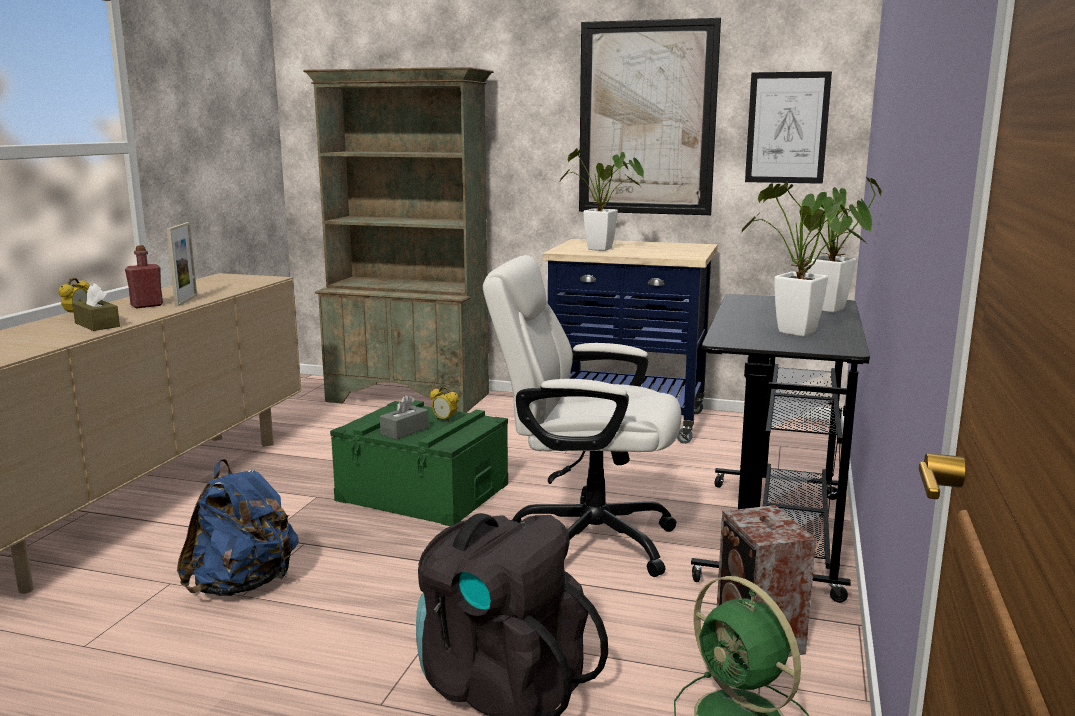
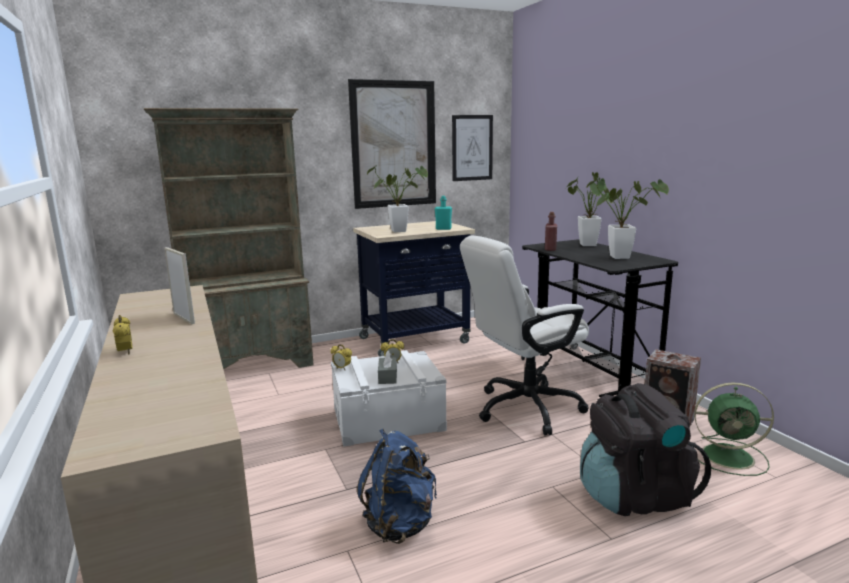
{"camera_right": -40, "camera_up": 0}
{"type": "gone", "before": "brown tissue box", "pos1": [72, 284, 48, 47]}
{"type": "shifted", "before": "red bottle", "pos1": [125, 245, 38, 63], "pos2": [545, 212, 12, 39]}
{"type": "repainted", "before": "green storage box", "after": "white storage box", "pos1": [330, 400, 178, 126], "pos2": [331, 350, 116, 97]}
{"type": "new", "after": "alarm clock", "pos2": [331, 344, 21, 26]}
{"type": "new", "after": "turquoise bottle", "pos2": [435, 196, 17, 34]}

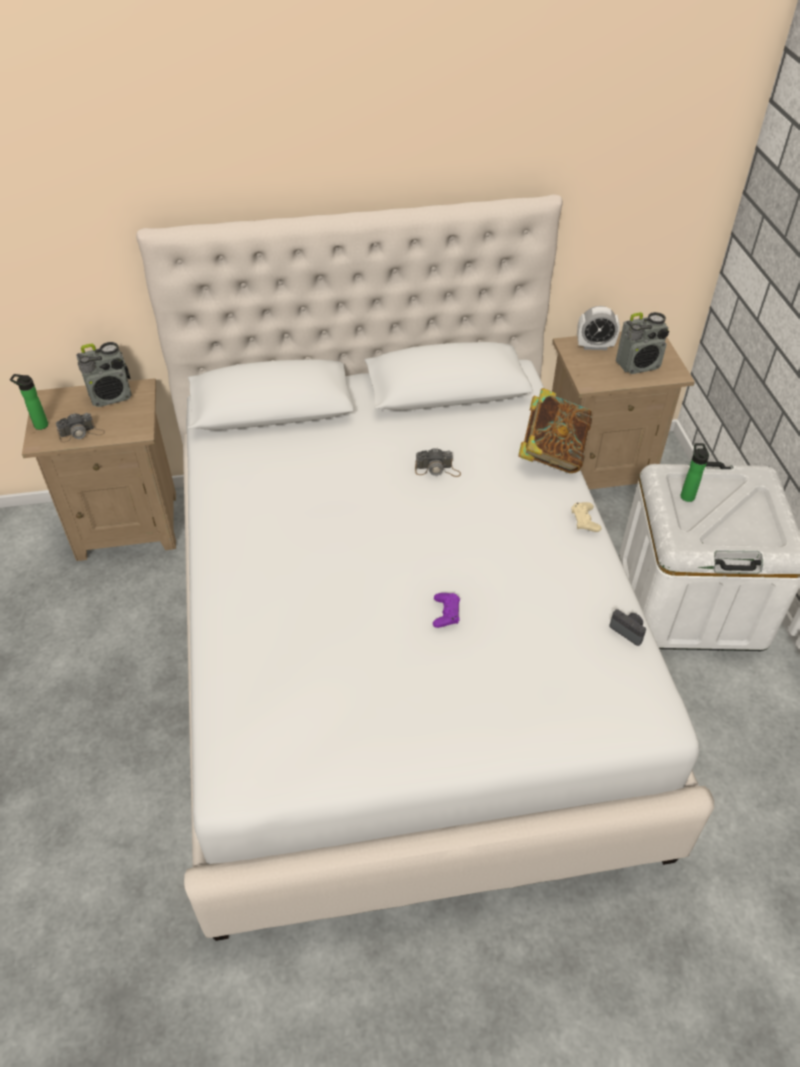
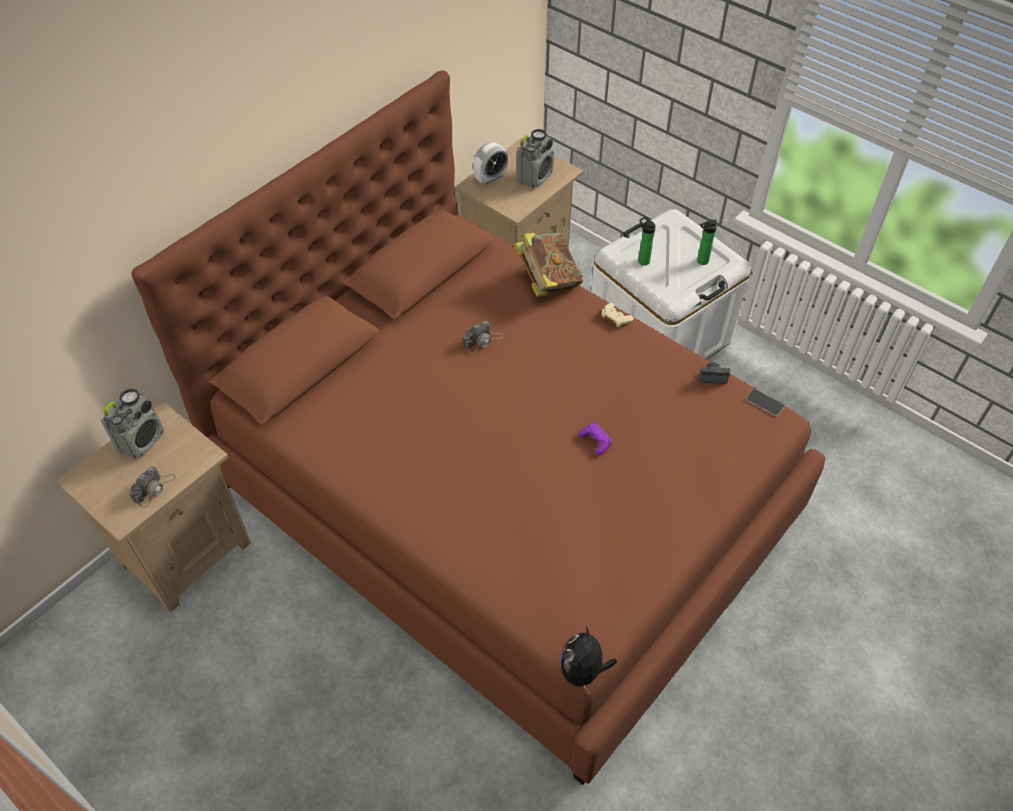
{"camera_right": -40, "camera_up": 5}
{"type": "shifted", "before": "bottle", "pos1": [10, 374, 38, 56], "pos2": [697, 220, 20, 45]}
{"type": "repainted", "before": "white bed", "after": "brown bed", "pos1": [136, 194, 578, 747], "pos2": [132, 71, 694, 714]}
{"type": "new", "after": "plush toy", "pos2": [560, 626, 57, 68]}
{"type": "new", "after": "phone", "pos2": [746, 389, 39, 27]}

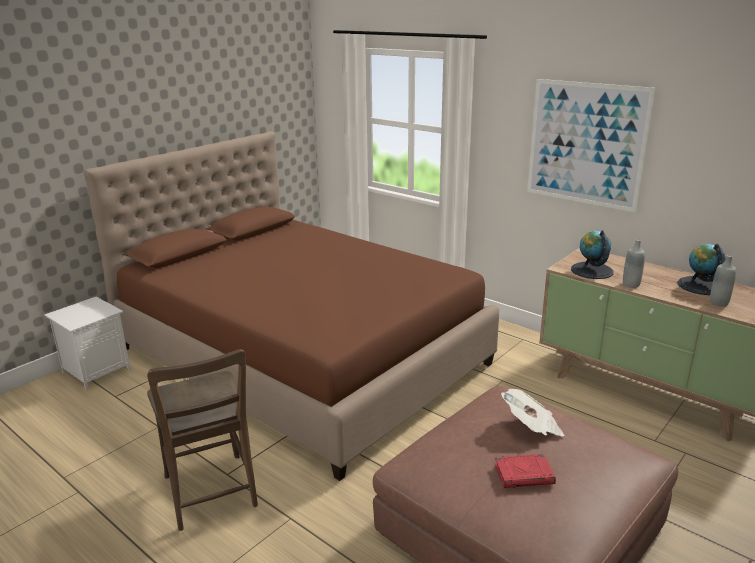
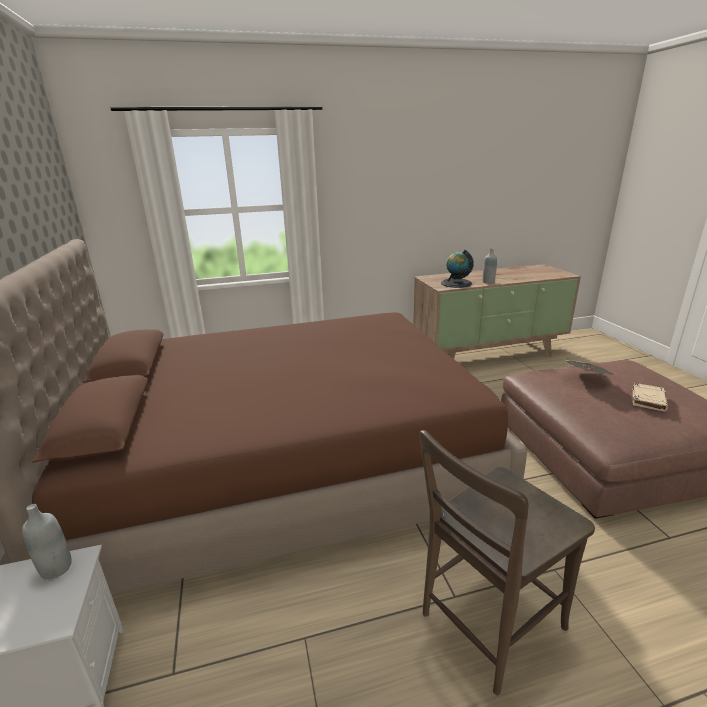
{"camera_right": -55, "camera_up": 0}
{"type": "rotated", "before": "brown chair", "pos1": [147, 349, 111, 182], "pos2": [419, 430, 176, 265], "turn": 135}
{"type": "repainted", "before": "red book", "after": "beige book", "pos1": [495, 454, 61, 34], "pos2": [632, 383, 36, 29]}
{"type": "gone", "before": "picture", "pos1": [527, 79, 128, 133]}
{"type": "gone", "before": "globe", "pos1": [677, 244, 49, 51]}
{"type": "shifted", "before": "grey bottle", "pos1": [710, 255, 26, 52], "pos2": [22, 504, 50, 75]}

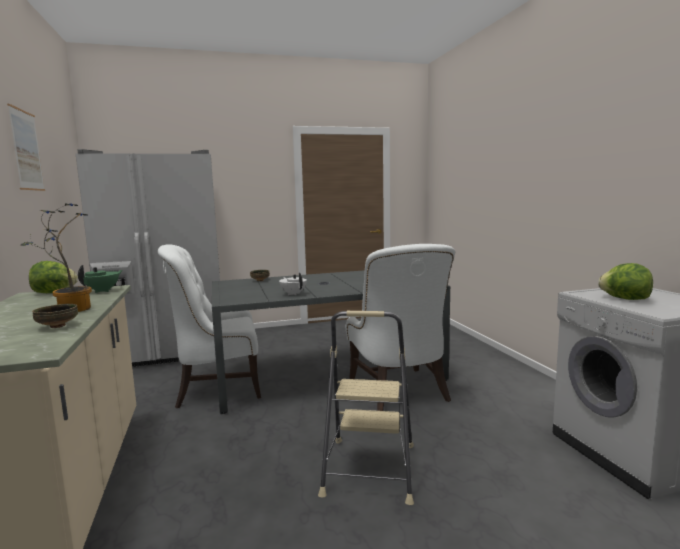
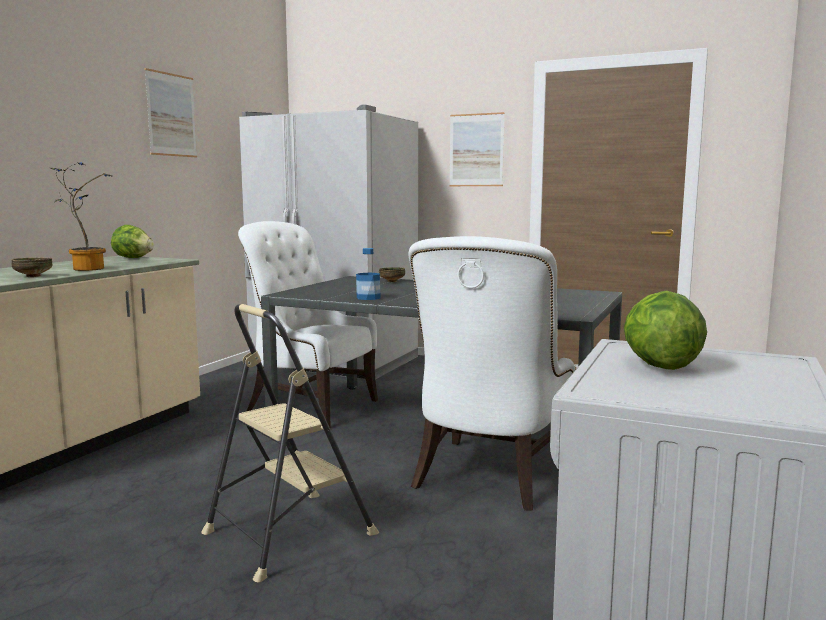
{"camera_right": 40, "camera_up": 0}
{"type": "gone", "before": "green teapot", "pos1": [78, 265, 45, 28]}
{"type": "swapped", "before": "white teapot", "after": "bottle", "pos1": [279, 272, 28, 23], "pos2": [356, 248, 25, 52]}
{"type": "new", "after": "picture", "pos2": [449, 112, 56, 74]}

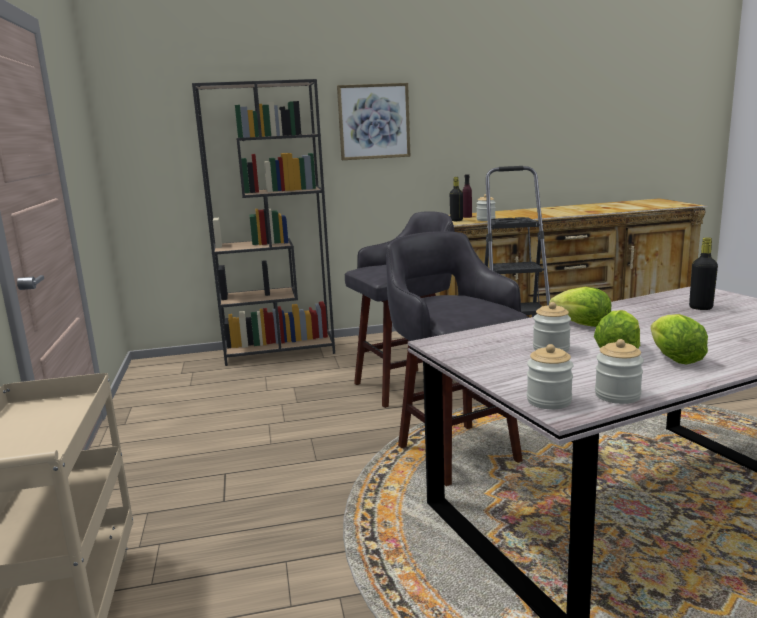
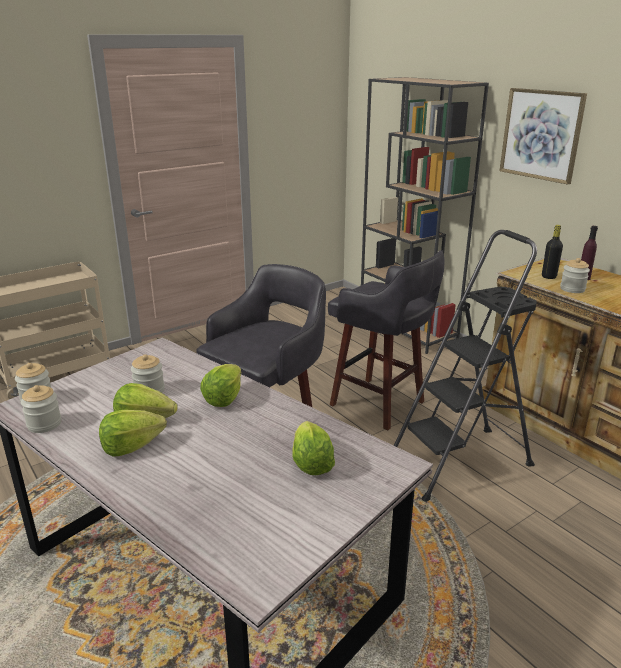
{"camera_right": 65, "camera_up": 10}
{"type": "swapped", "before": "black bottle", "after": "lettuce", "pos1": [689, 237, 29, 73], "pos2": [292, 421, 43, 54]}

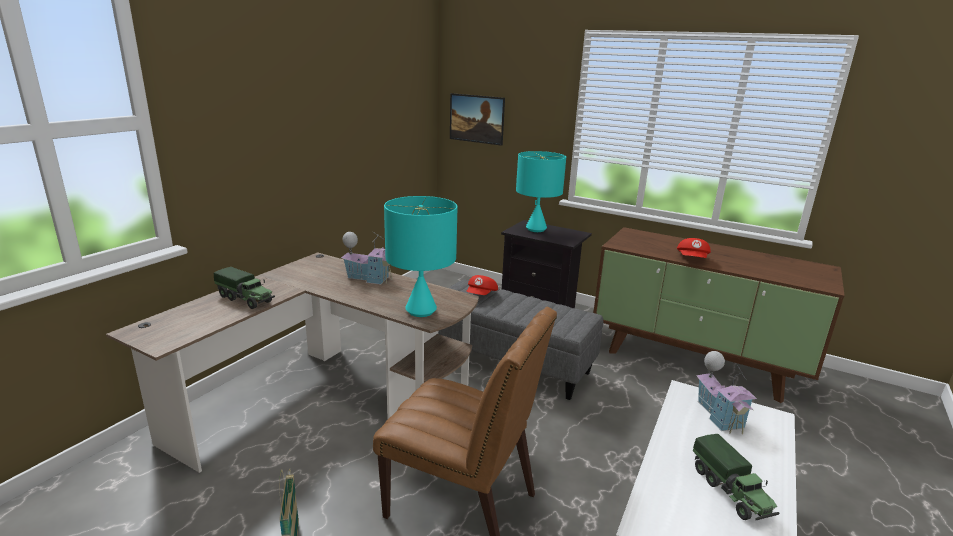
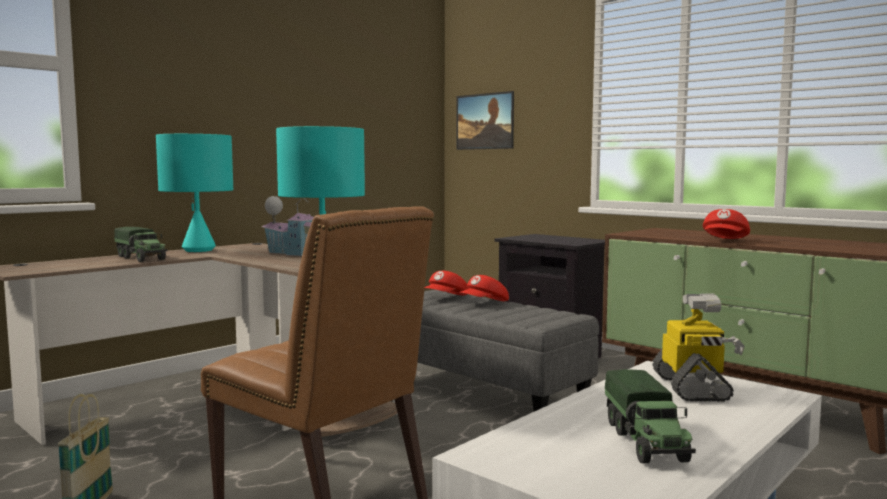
{"camera_right": 15, "camera_up": -15}
{"type": "shifted", "before": "turquoise table lamp", "pos1": [516, 151, 50, 81], "pos2": [156, 134, 77, 118]}
{"type": "swapped", "before": "toy house", "after": "toy robot", "pos1": [696, 351, 61, 83], "pos2": [653, 293, 92, 109]}
{"type": "new", "after": "red cap", "pos2": [459, 275, 50, 26]}

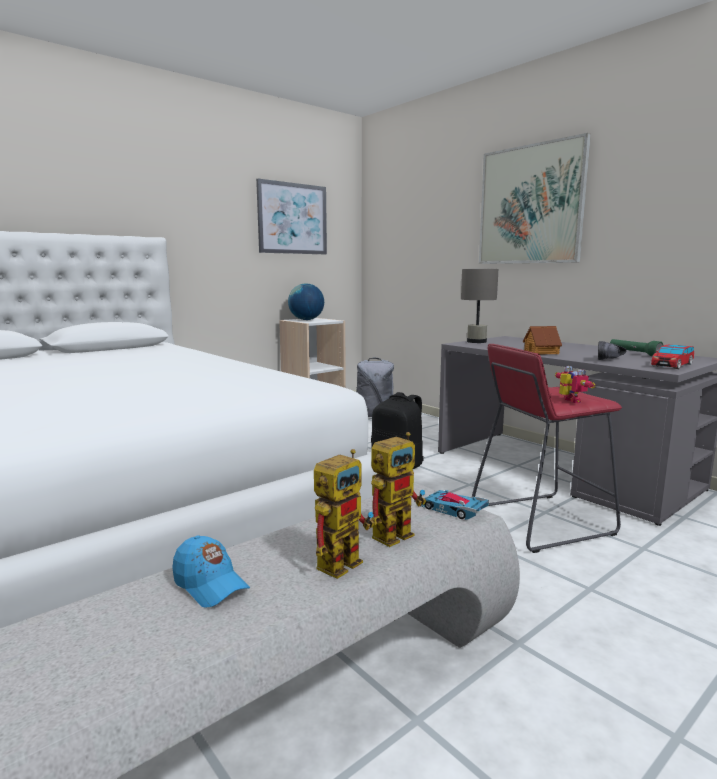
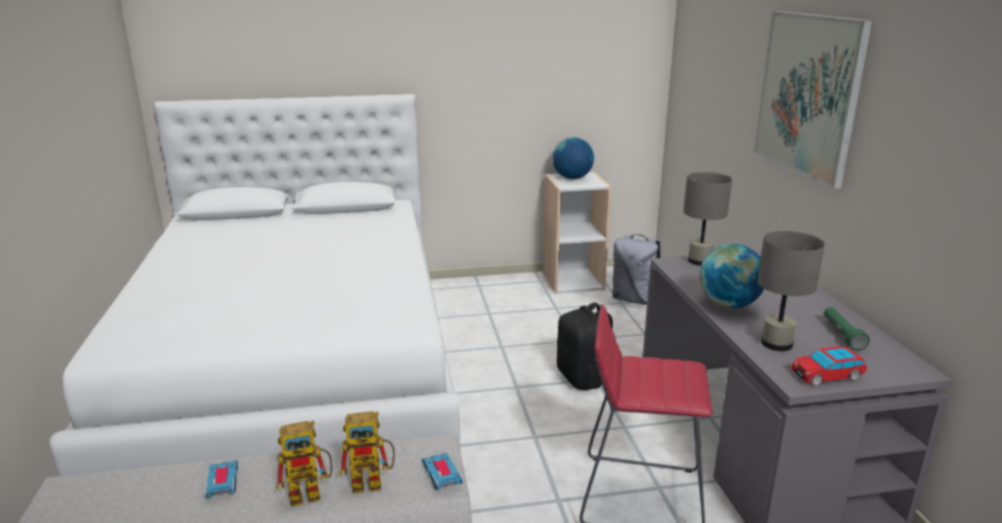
{"camera_right": 30, "camera_up": 10}
{"type": "swapped", "before": "blue cap", "after": "toy car", "pos1": [172, 536, 78, 72], "pos2": [205, 460, 33, 38]}
{"type": "gone", "before": "picture", "pos1": [256, 179, 71, 75]}
{"type": "swapped", "before": "toy house", "after": "globe", "pos1": [523, 326, 39, 28], "pos2": [699, 244, 65, 64]}
{"type": "gone", "before": "toy robot", "pos1": [555, 366, 40, 37]}
{"type": "swapped", "before": "black shoe", "after": "grey table lamp", "pos1": [598, 341, 28, 19], "pos2": [758, 231, 67, 120]}

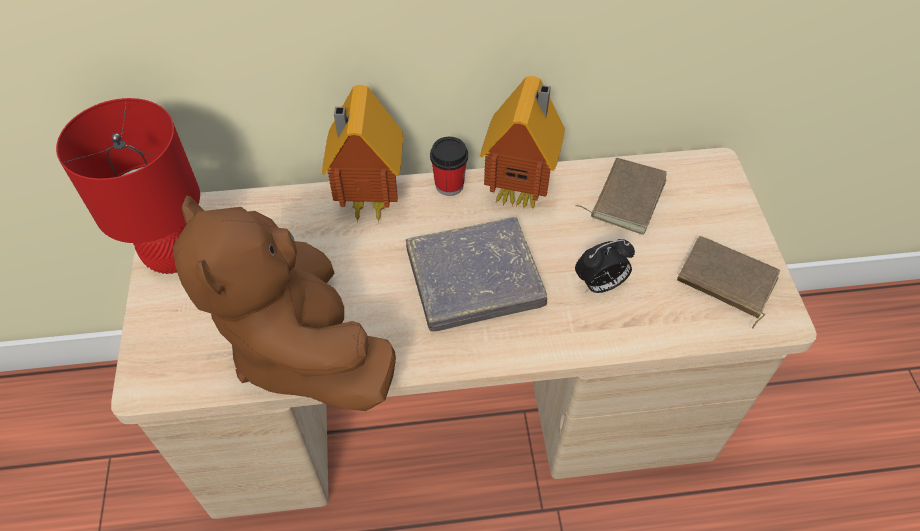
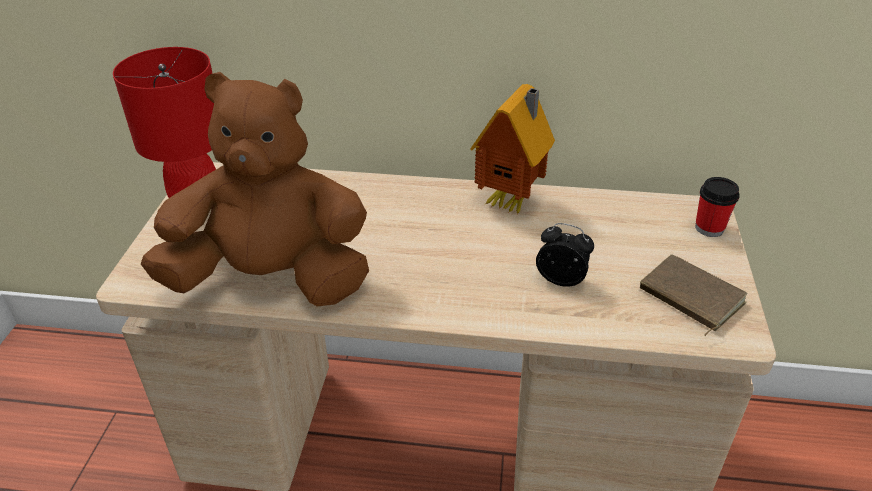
{"camera_right": 15, "camera_up": -15}
{"type": "rotated", "before": "brown plush toy", "pos1": [173, 196, 223, 215], "pos2": [141, 72, 228, 234], "turn": 105}
{"type": "gone", "before": "toy house", "pos1": [322, 85, 81, 139]}
{"type": "gone", "before": "grey book", "pos1": [406, 217, 141, 115]}
{"type": "shifted", "before": "cup", "pos1": [430, 137, 38, 59], "pos2": [695, 177, 45, 60]}
{"type": "gone", "before": "brown book", "pos1": [575, 158, 92, 77]}
{"type": "rotated", "before": "alarm clock", "pos1": [575, 239, 60, 54], "pos2": [536, 223, 58, 64], "turn": -150}

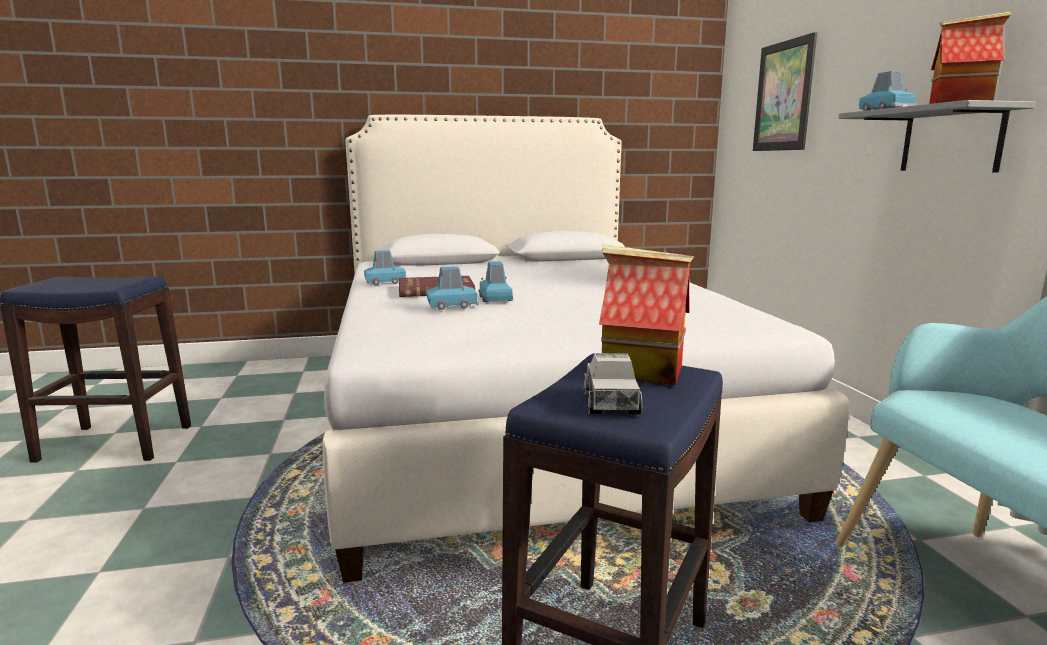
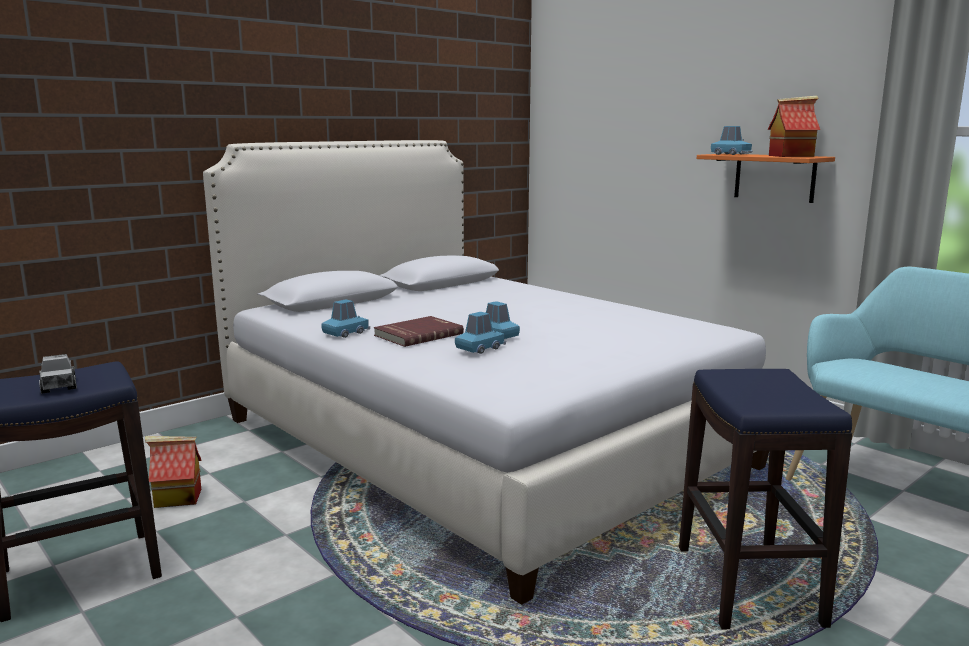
{"camera_right": -30, "camera_up": 0}
{"type": "shifted", "before": "toy truck", "pos1": [584, 353, 58, 61], "pos2": [39, 354, 38, 40]}
{"type": "shifted", "before": "toy house", "pos1": [599, 244, 95, 141], "pos2": [145, 436, 56, 72]}
{"type": "gone", "before": "picture", "pos1": [753, 32, 64, 119]}
{"type": "repainted", "before": "grey shelf", "after": "orange shelf", "pos1": [839, 100, 196, 73], "pos2": [697, 154, 138, 49]}

